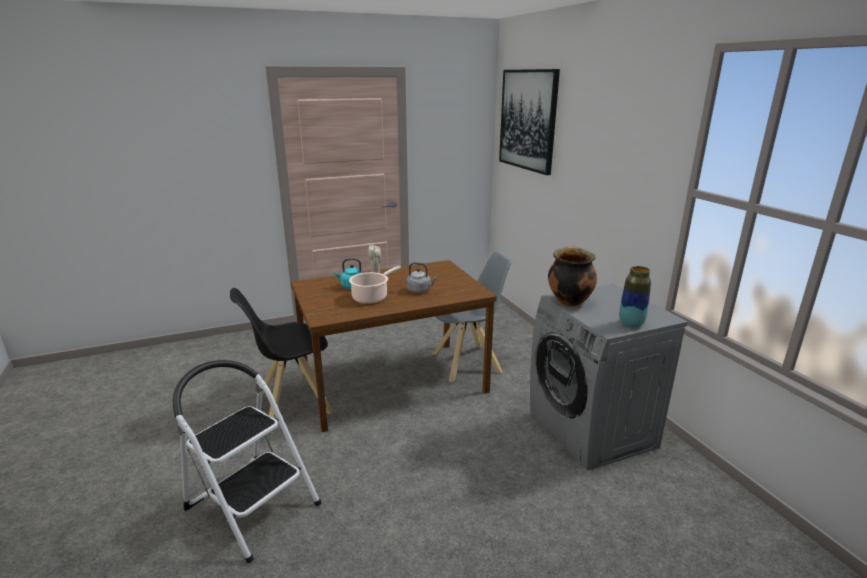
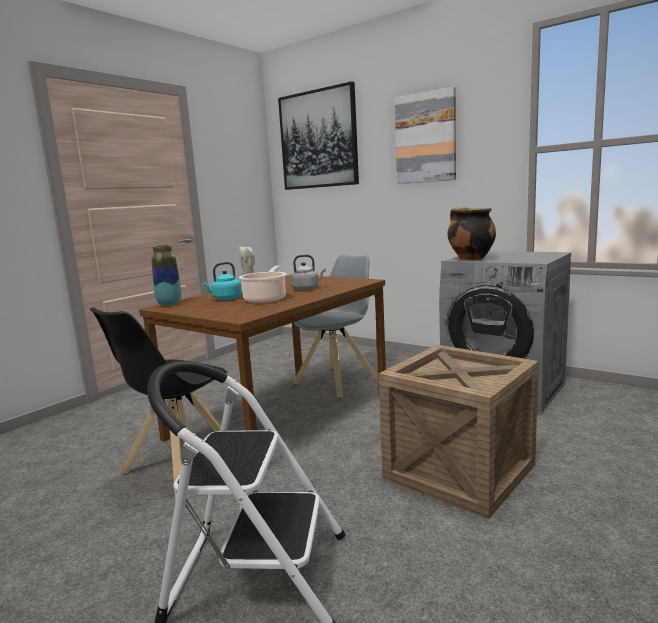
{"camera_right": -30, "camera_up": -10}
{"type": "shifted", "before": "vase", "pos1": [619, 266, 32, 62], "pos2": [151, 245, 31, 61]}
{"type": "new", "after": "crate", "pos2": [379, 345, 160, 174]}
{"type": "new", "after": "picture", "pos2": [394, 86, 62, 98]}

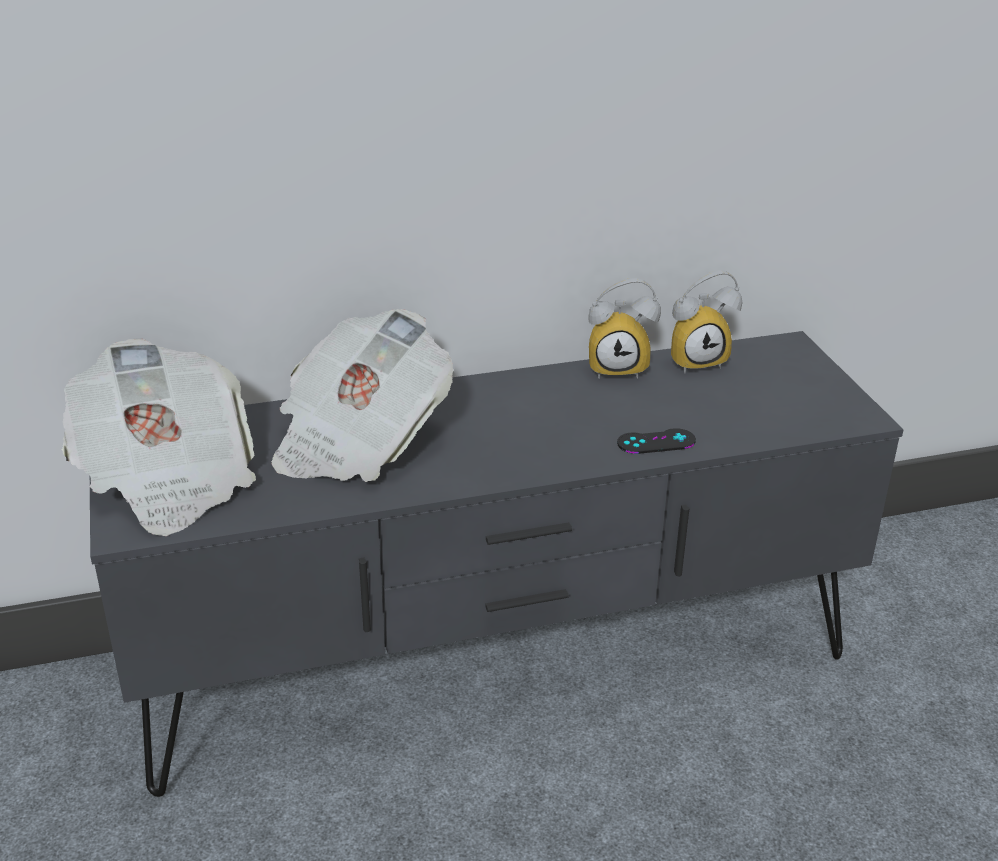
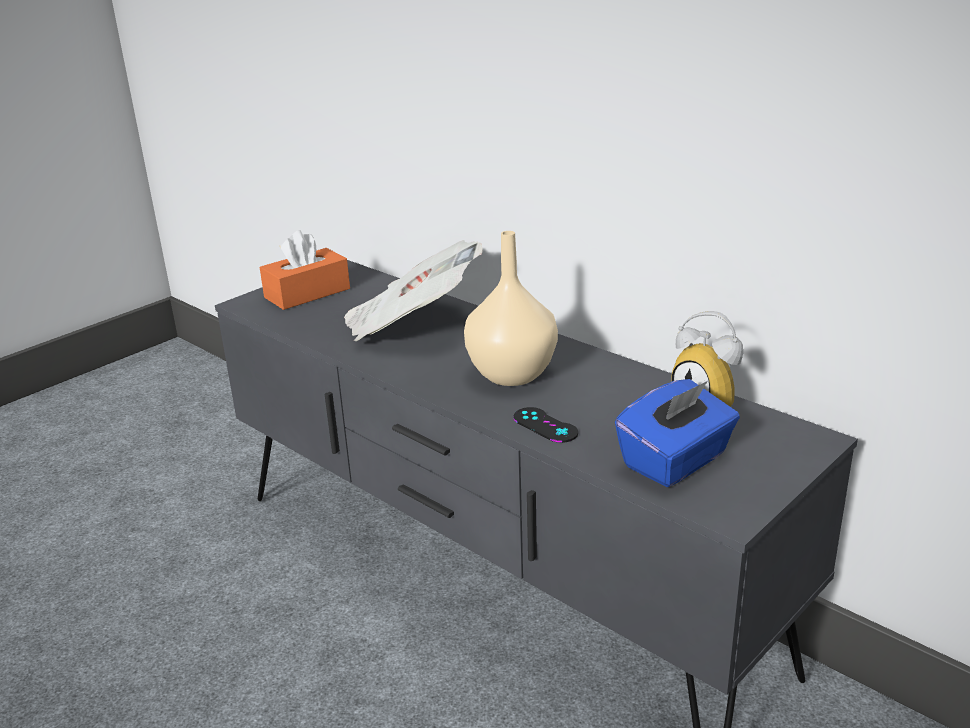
{"camera_right": 60, "camera_up": -5}
{"type": "swapped", "before": "newspaper", "after": "orange tissue box", "pos1": [62, 339, 194, 197], "pos2": [260, 230, 90, 80]}
{"type": "gone", "before": "alarm clock", "pos1": [588, 278, 73, 101]}
{"type": "new", "after": "beige vase", "pos2": [464, 231, 94, 155]}
{"type": "new", "after": "blue tissue box", "pos2": [615, 379, 125, 108]}

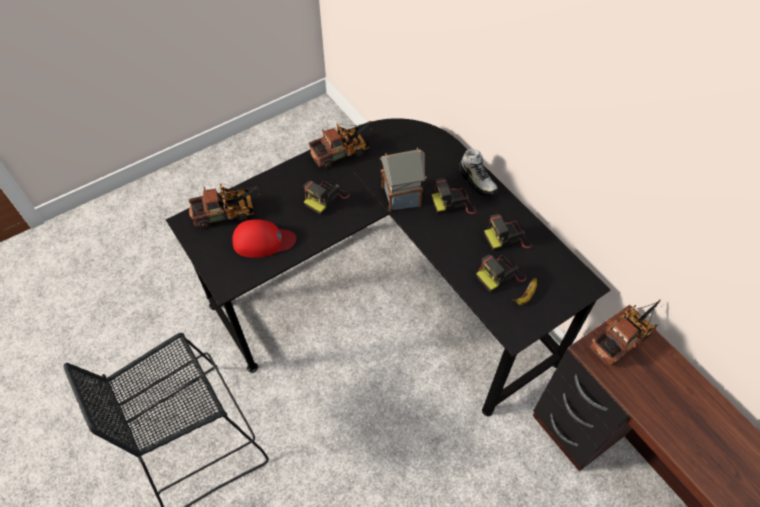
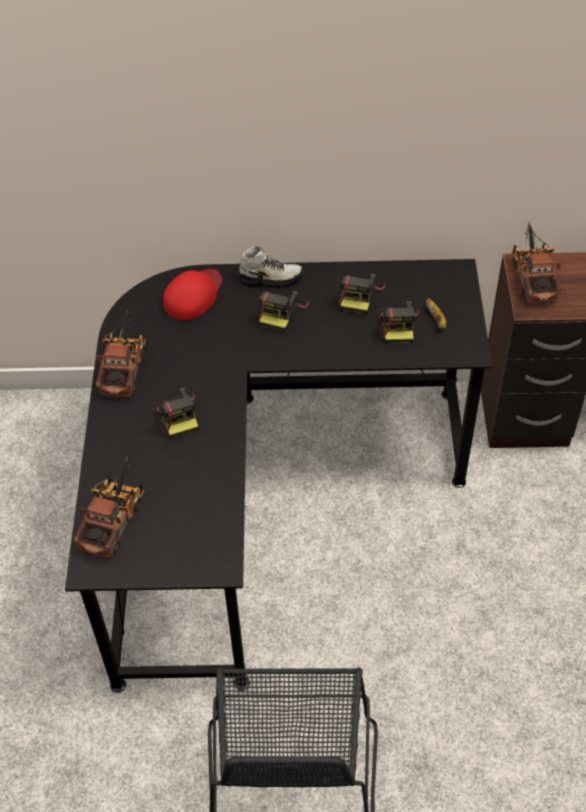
{"camera_right": -55, "camera_up": -5}
{"type": "shifted", "before": "red cap", "pos1": [232, 219, 64, 39], "pos2": [163, 269, 59, 52]}
{"type": "gone", "before": "toy house", "pos1": [380, 147, 47, 65]}

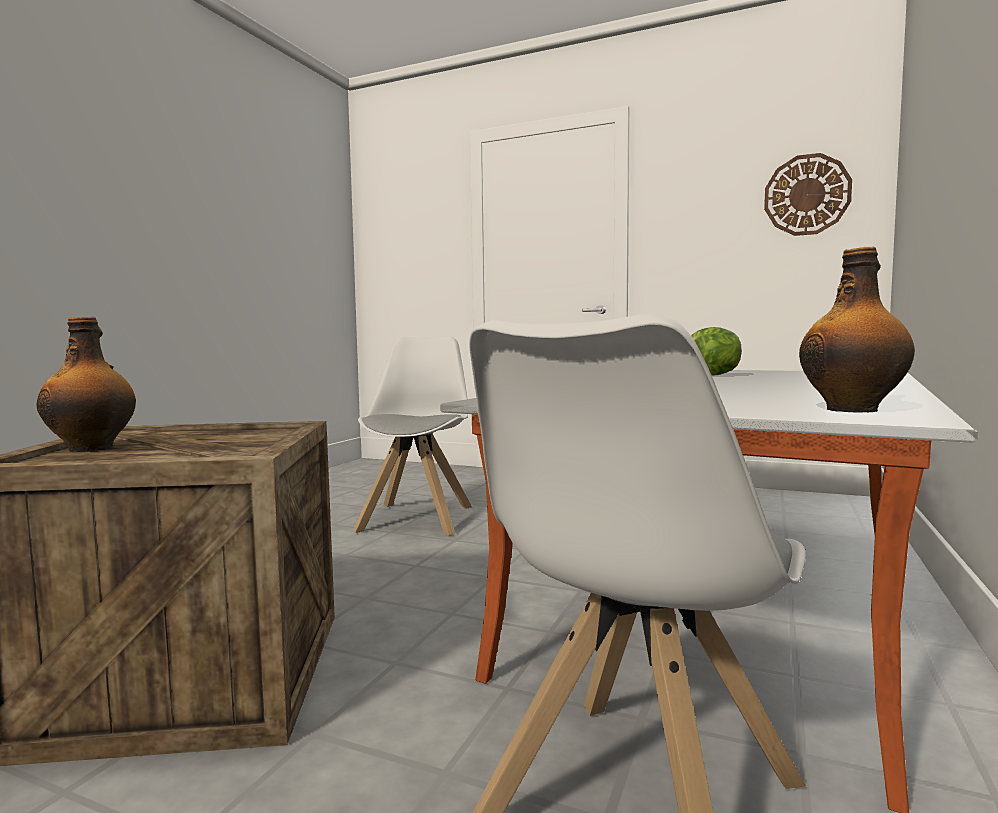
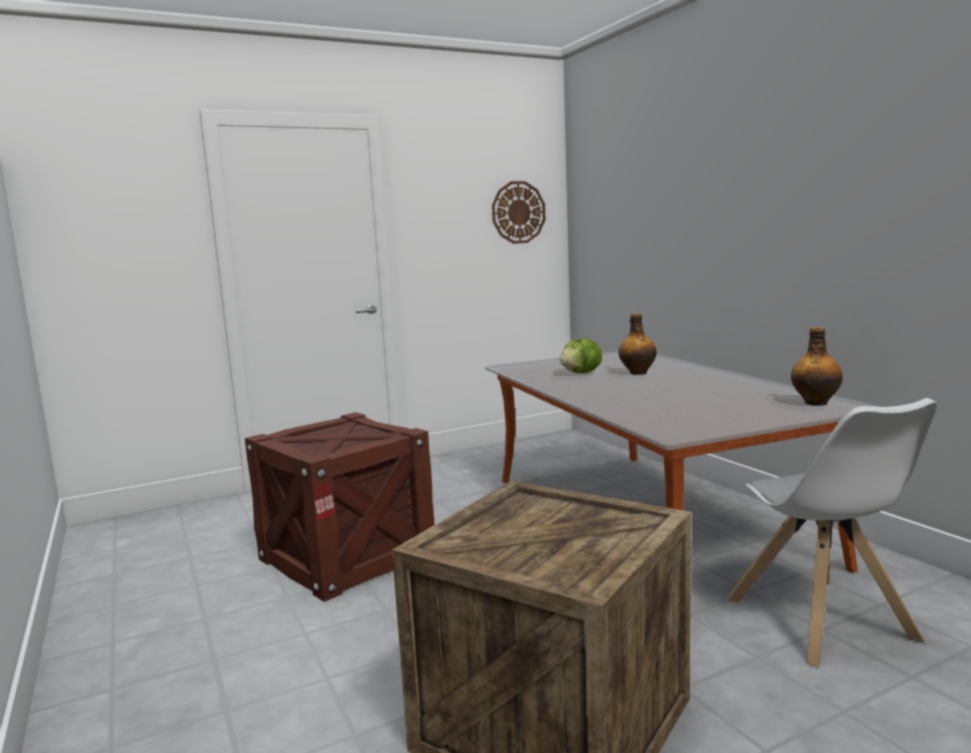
{"camera_right": -50, "camera_up": 5}
{"type": "shifted", "before": "bottle", "pos1": [37, 317, 99, 135], "pos2": [618, 313, 39, 62]}
{"type": "swapped", "before": "chair", "after": "crate", "pos1": [353, 336, 119, 199], "pos2": [245, 412, 189, 190]}

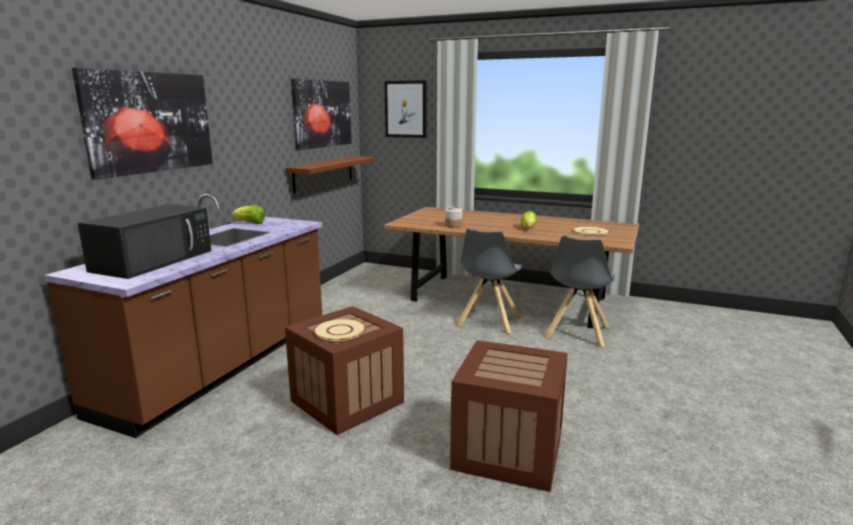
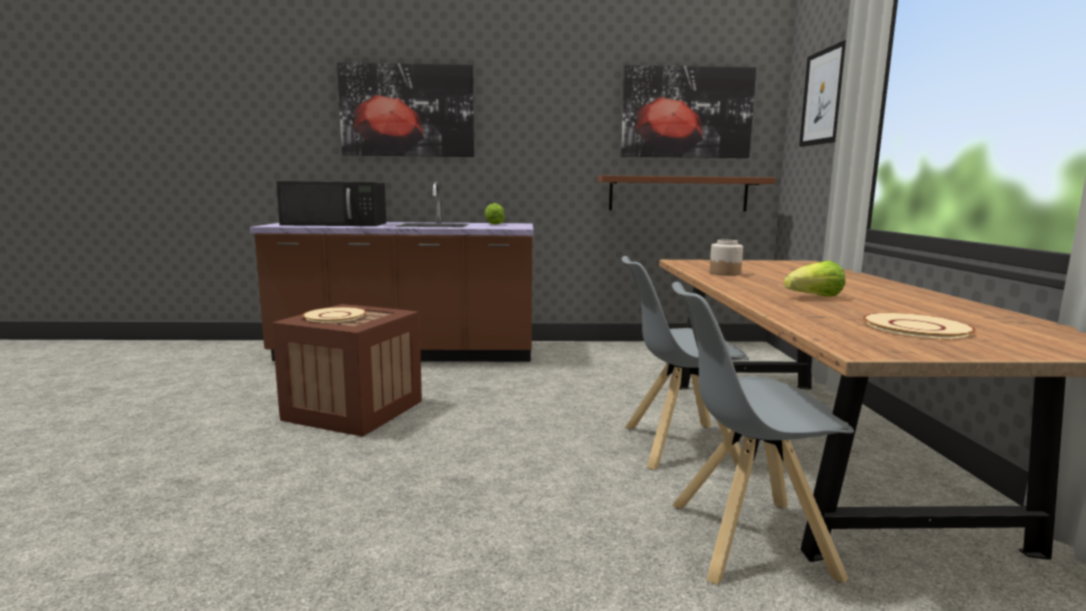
{"camera_right": 65, "camera_up": -5}
{"type": "gone", "before": "crate", "pos1": [450, 340, 118, 152]}

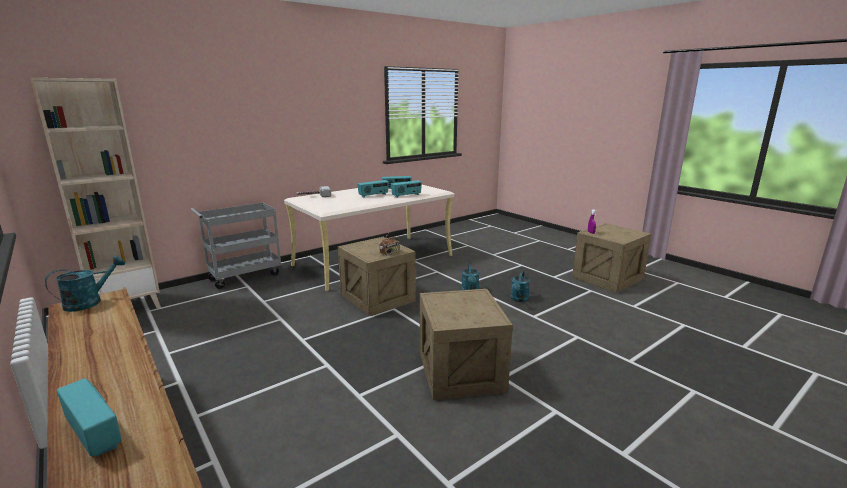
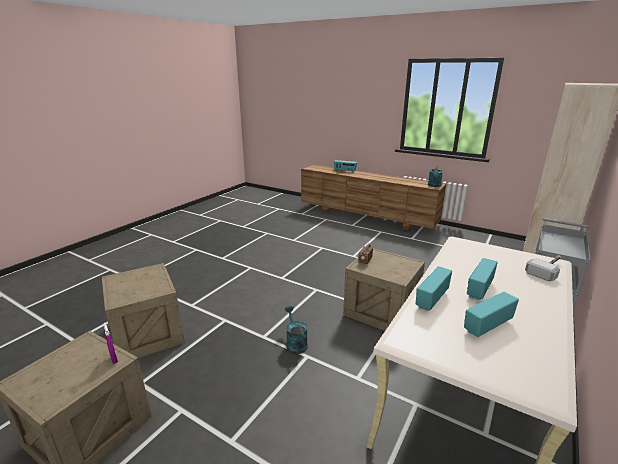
{"camera_right": 160, "camera_up": 5}
{"type": "shifted", "before": "crate", "pos1": [420, 289, 93, 111], "pos2": [102, 263, 83, 95]}
{"type": "gone", "before": "turquoise watering can", "pos1": [510, 271, 20, 31]}

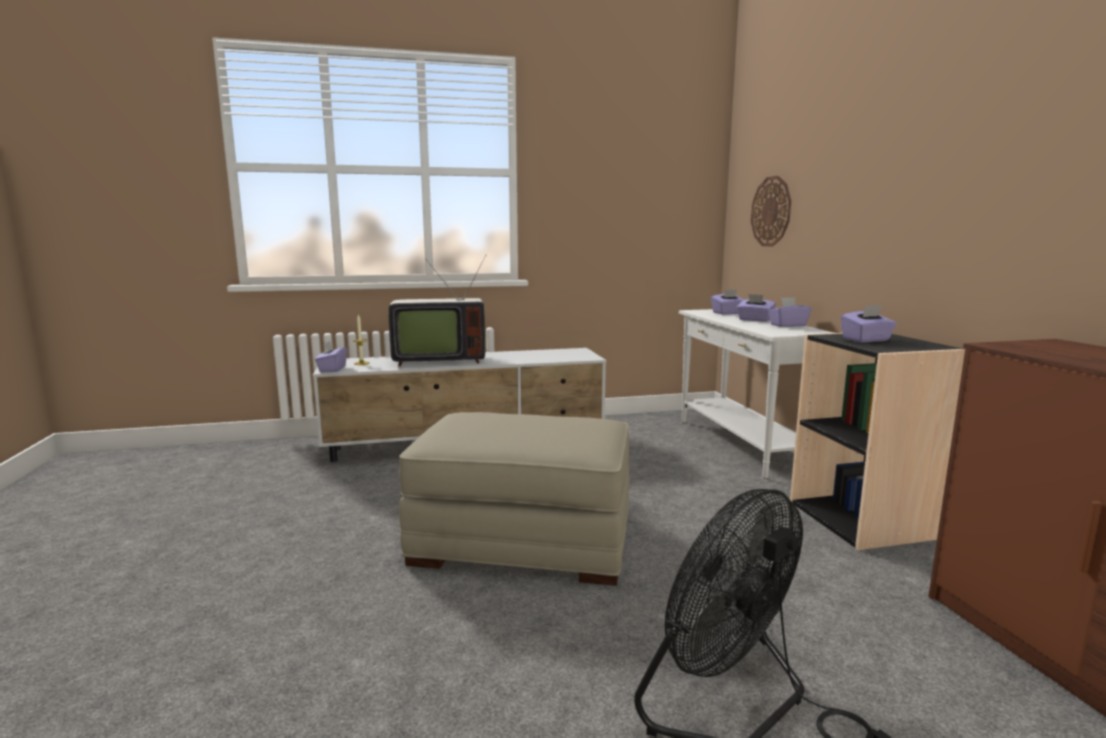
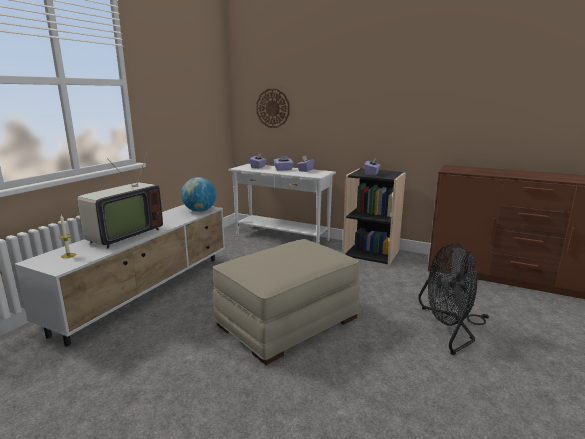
{"camera_right": -50, "camera_up": 5}
{"type": "gone", "before": "purple tissue box", "pos1": [315, 341, 32, 31]}
{"type": "new", "after": "globe", "pos2": [181, 177, 35, 35]}

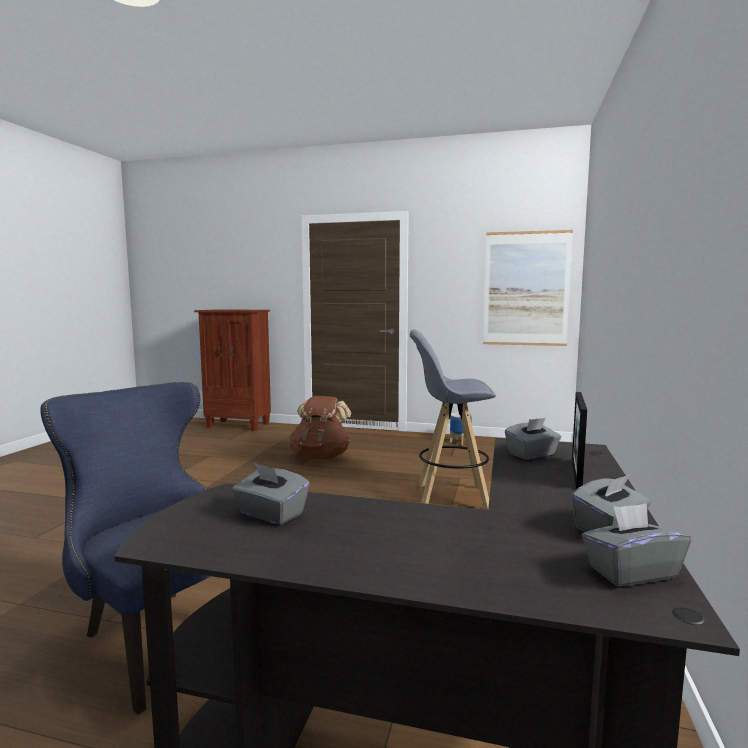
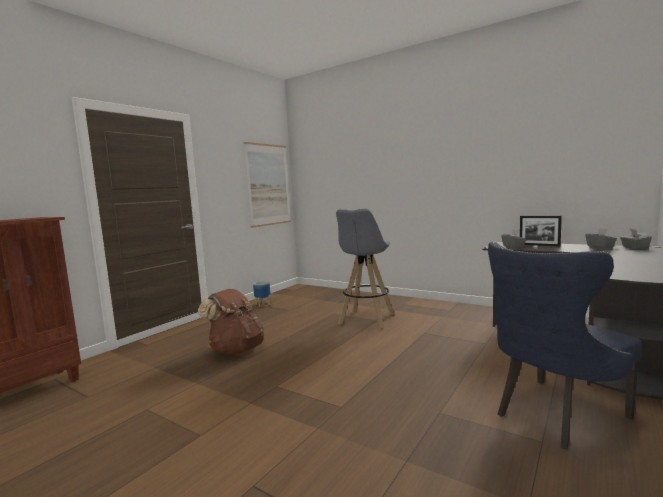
{"camera_right": -70, "camera_up": 0}
{"type": "gone", "before": "grey tissue box", "pos1": [232, 462, 77, 63]}

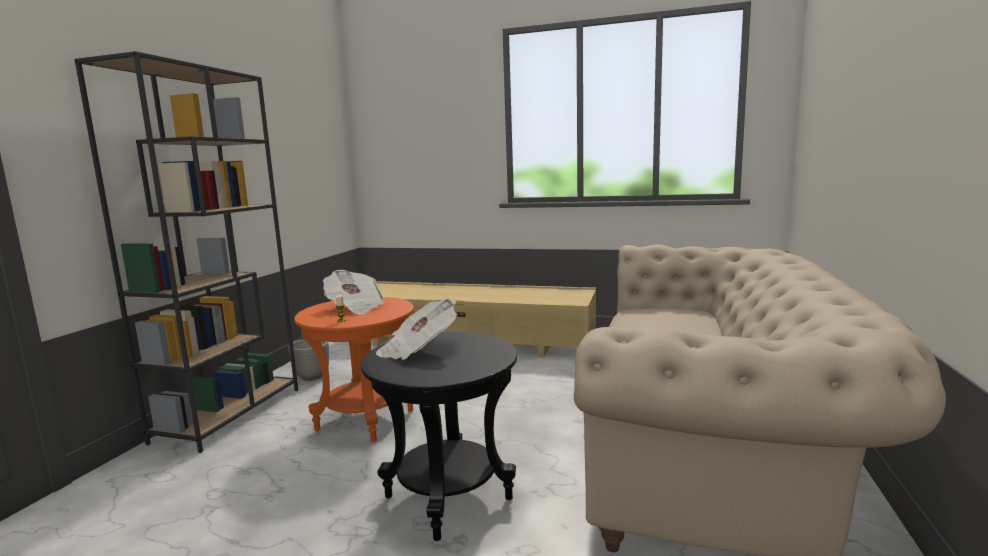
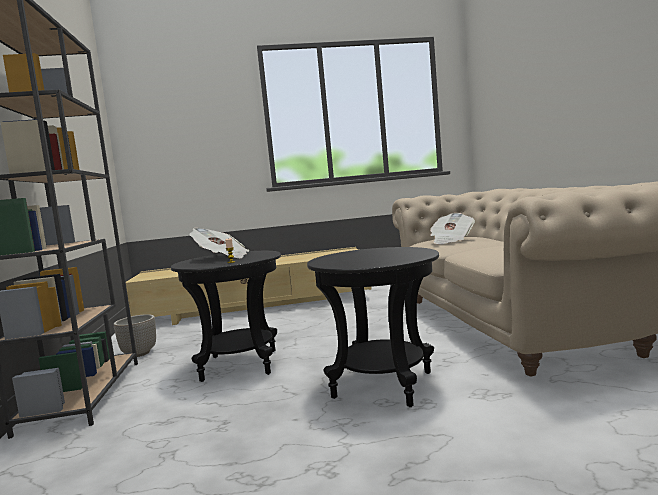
{"camera_right": -25, "camera_up": -5}
{"type": "repainted", "before": "orange side table", "after": "black side table", "pos1": [294, 297, 120, 145], "pos2": [171, 251, 110, 131]}
{"type": "shifted", "before": "newspaper", "pos1": [376, 298, 81, 62], "pos2": [430, 213, 45, 31]}

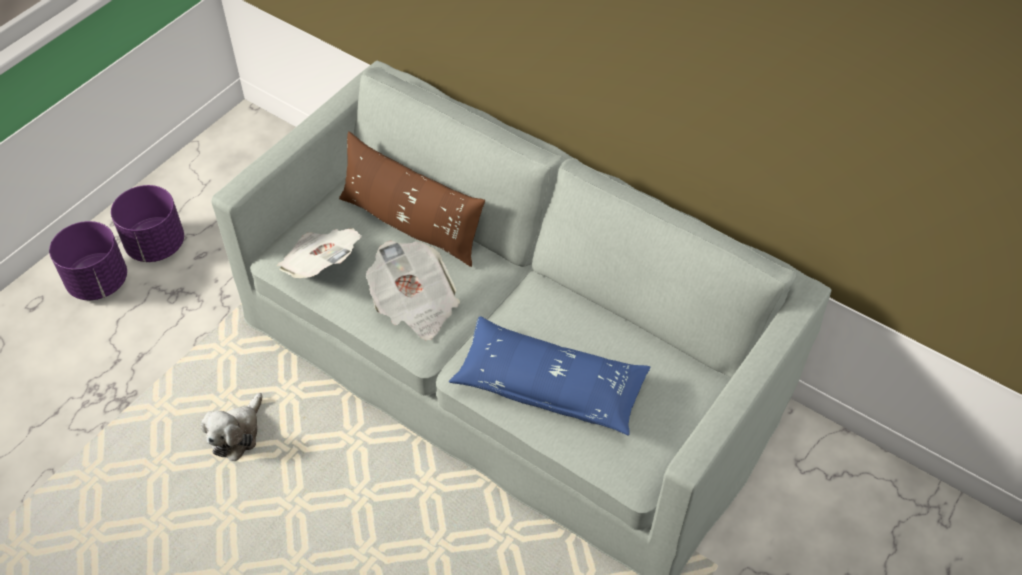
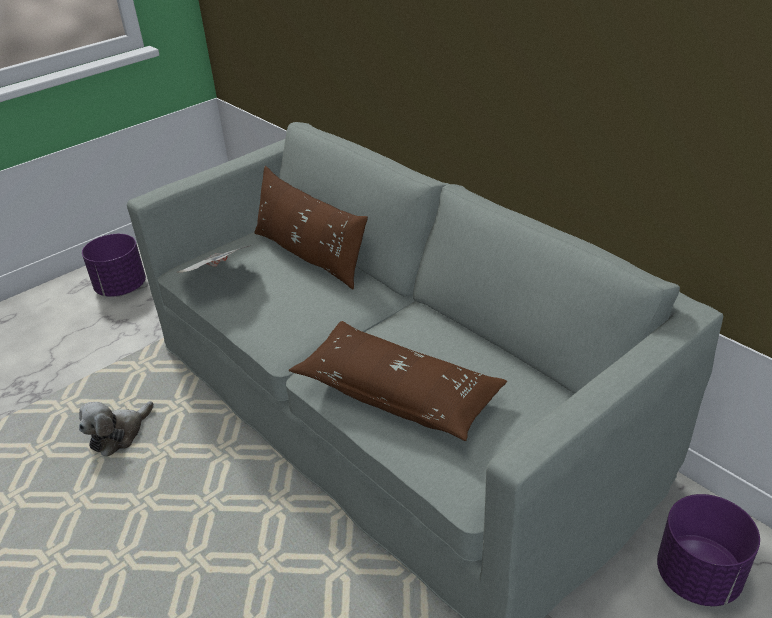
{"camera_right": 15, "camera_up": -15}
{"type": "shifted", "before": "purple planter", "pos1": [49, 221, 78, 79], "pos2": [657, 494, 103, 112]}
{"type": "gone", "before": "newspaper", "pos1": [366, 240, 94, 100]}
{"type": "repainted", "before": "blue pillow", "after": "brown pillow", "pos1": [449, 316, 201, 120], "pos2": [289, 321, 218, 120]}

